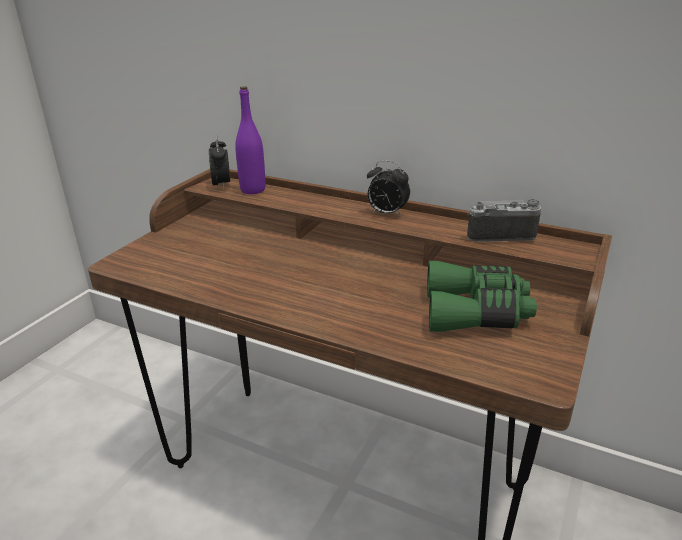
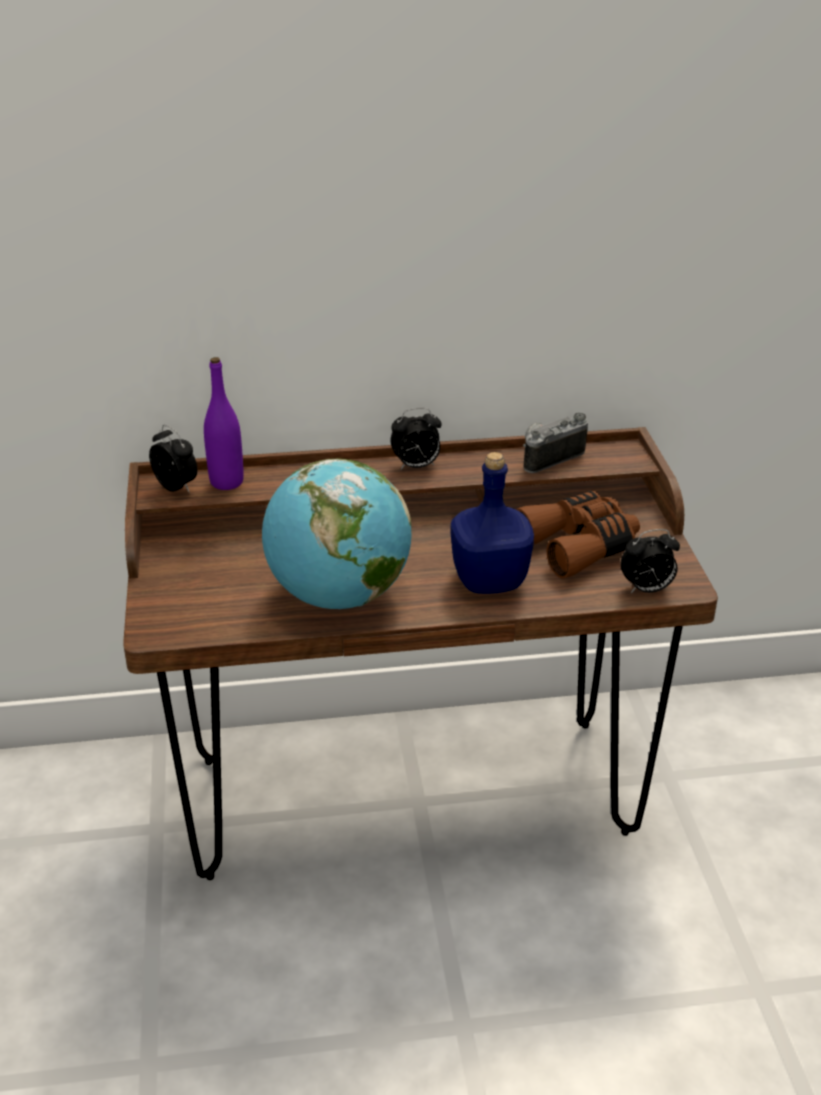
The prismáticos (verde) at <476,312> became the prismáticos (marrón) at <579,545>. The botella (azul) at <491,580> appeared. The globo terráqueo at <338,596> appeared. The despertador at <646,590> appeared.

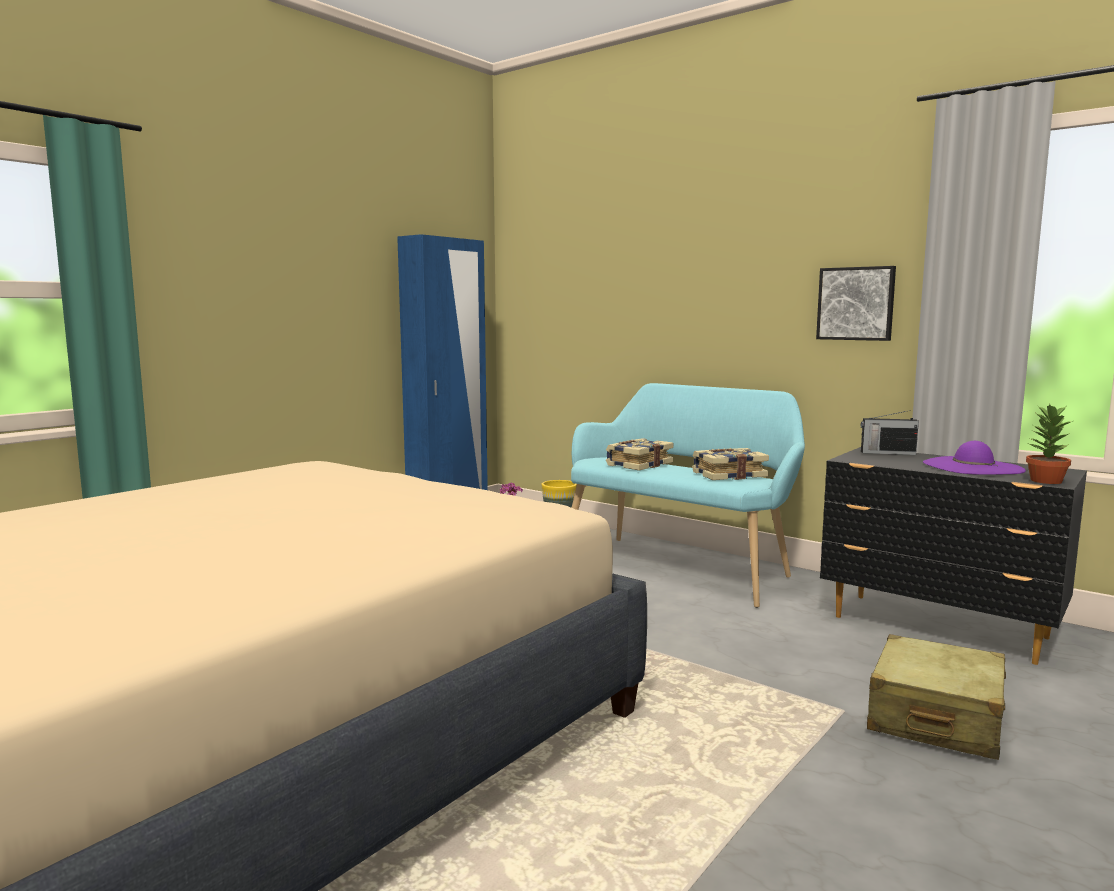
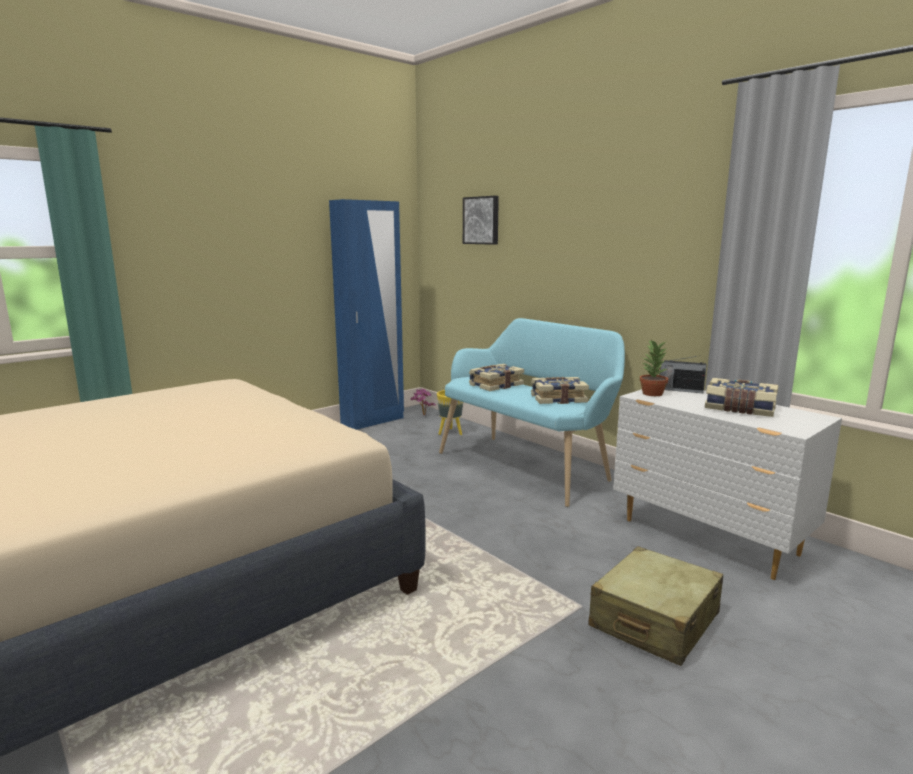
The cuadro moved from <856,303> to <482,220>. The planta en maceta moved from <1045,481> to <651,393>. The sombrero (morado) at <972,467> was replaced by the libro at <739,409>. The cómoda (negro) at <940,628> became the cómoda (blanco) at <709,538>.

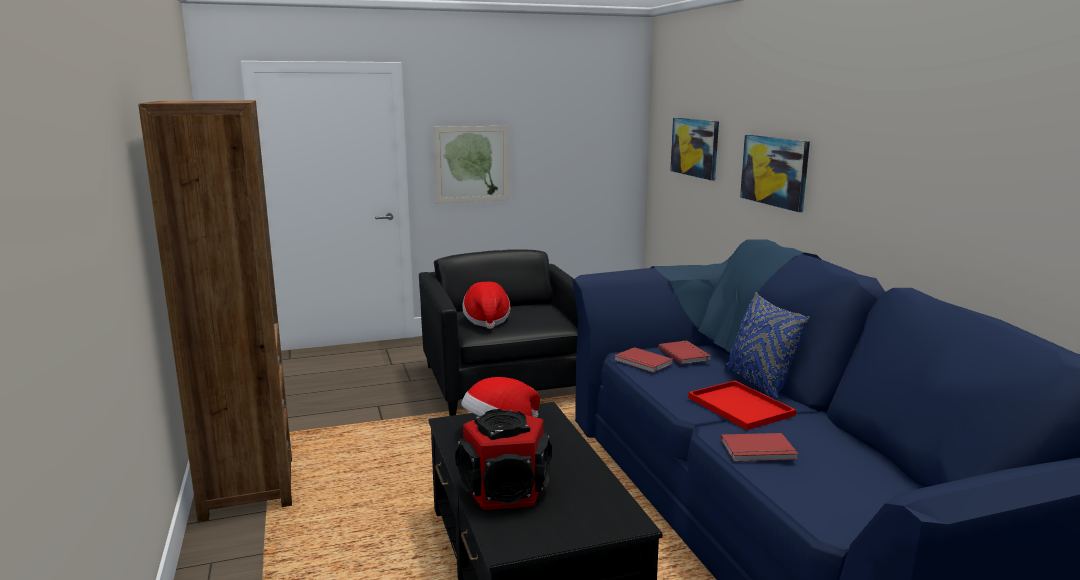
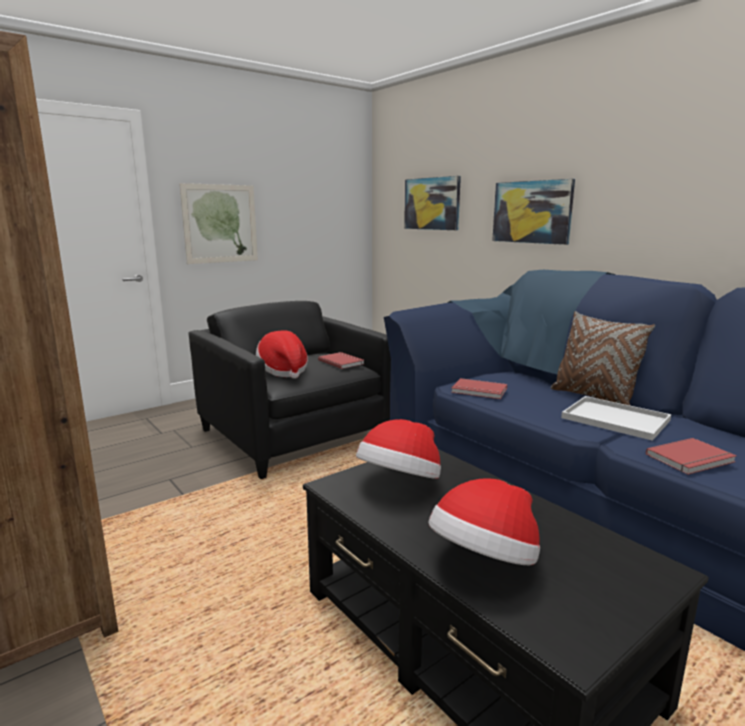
The cojín (azul) at <758,383> became the cojín (marrón) at <593,397>. The libro (rojo) moved from <685,354> to <342,362>. The bandeja (rojo) at <742,407> became the bandeja (blanco) at <617,419>. The altavoz at <506,490> was replaced by the sombrero at <485,561>.

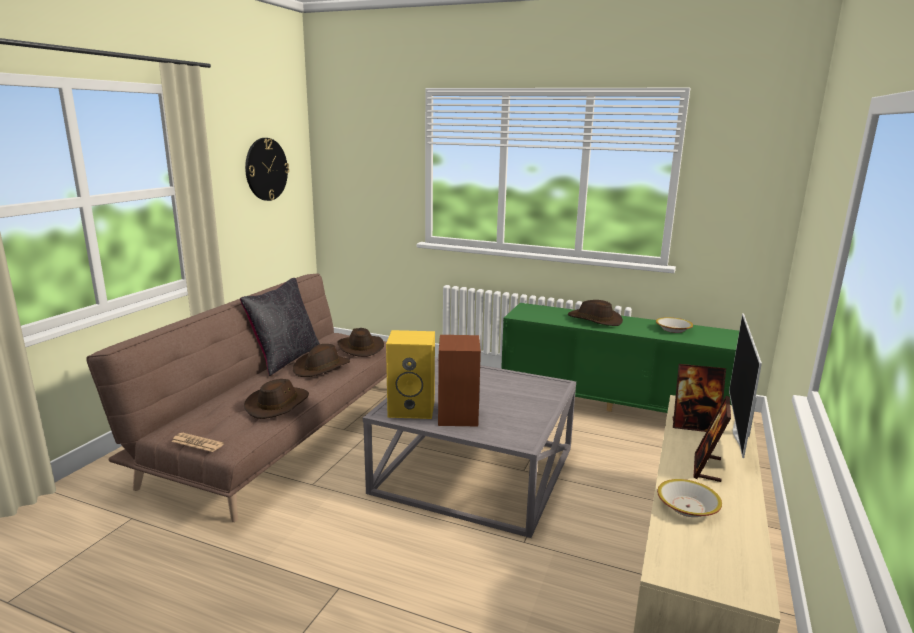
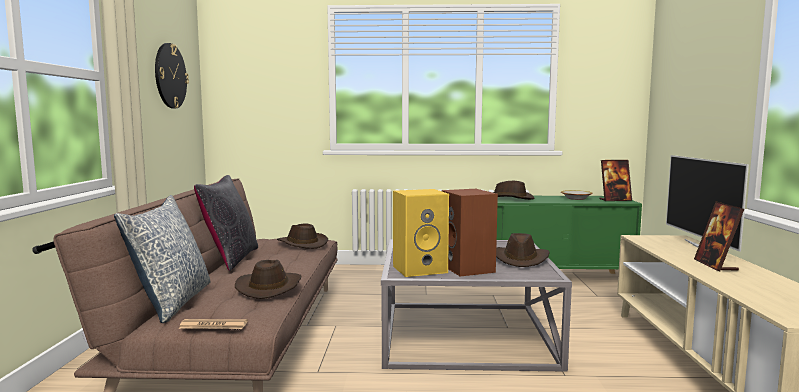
The sombrero (marrón) moved from <321,367> to <520,259>. The portarretratos moved from <694,426> to <615,200>. The cuenco at <687,507> disappeared. The cojín at <172,302> appeared.

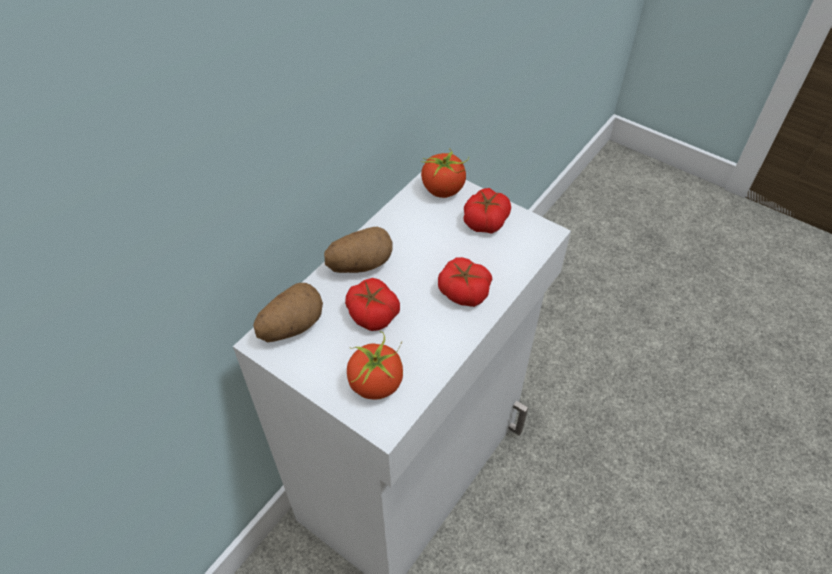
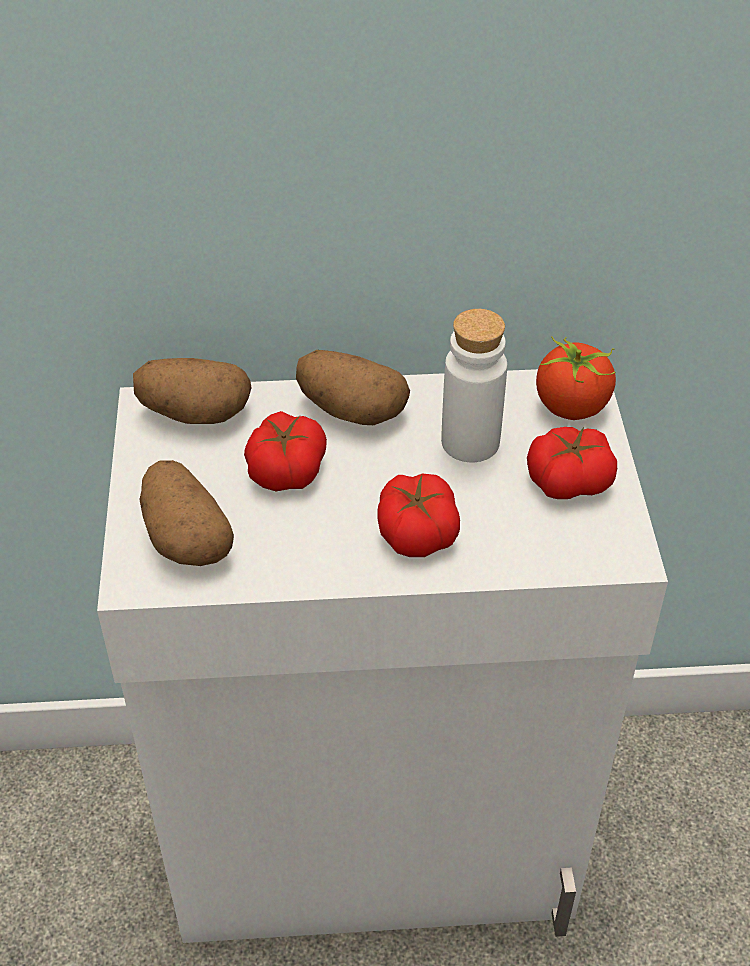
The tomate at <376,384> was replaced by the patata at <185,537>. The botella (blanco) at <470,442> appeared.

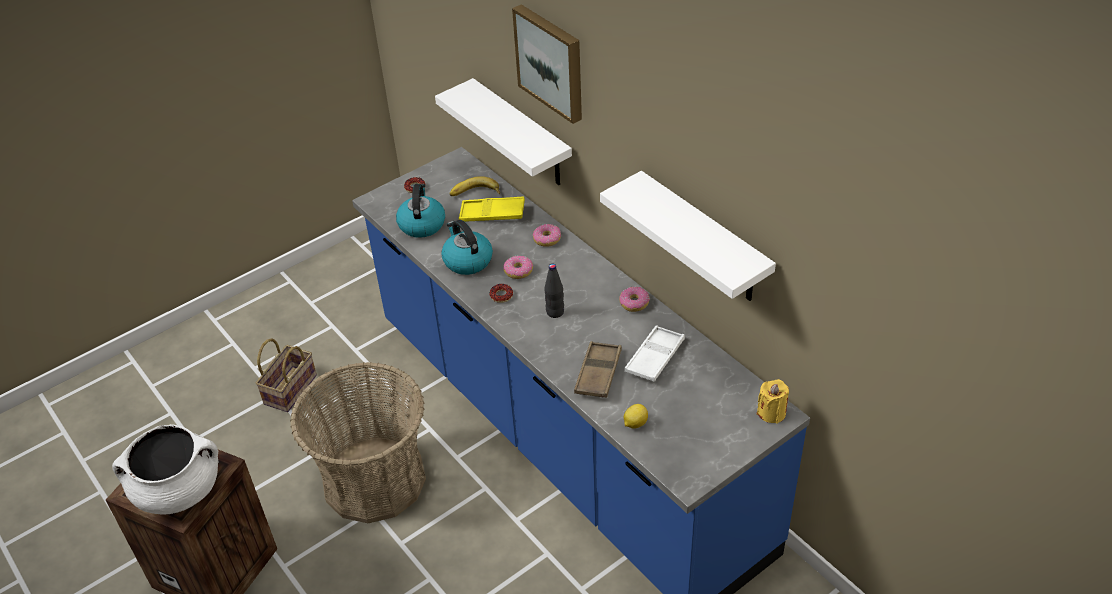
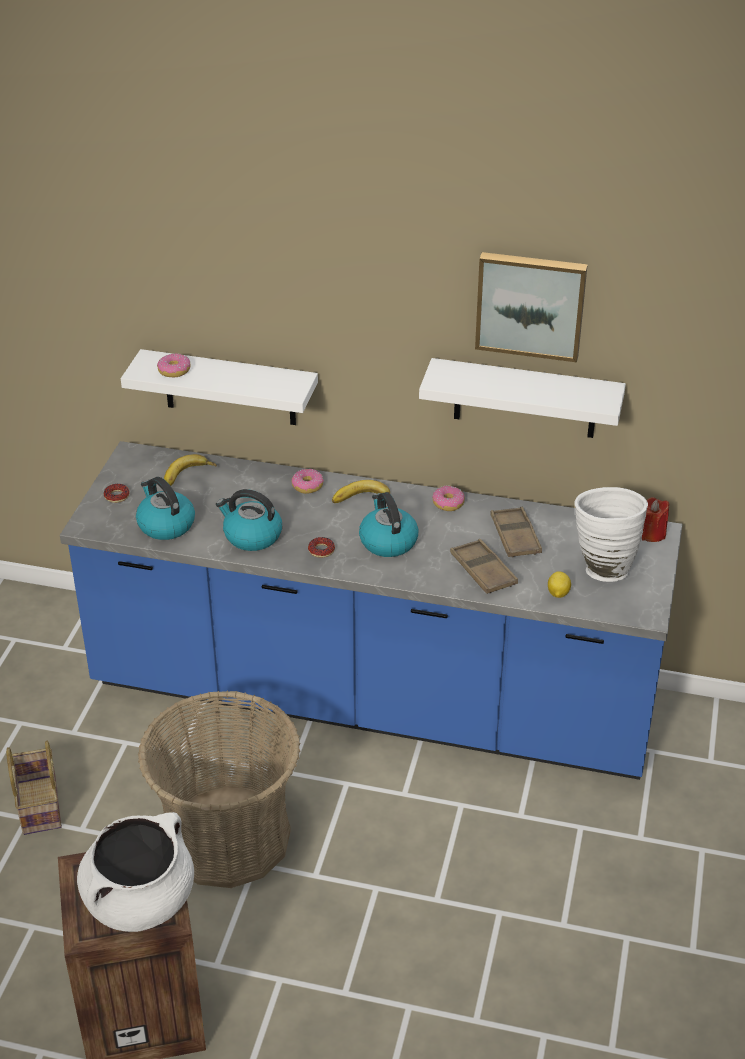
The cuadro moved from <551,62> to <530,304>. The bandeja (amarillo) at <492,214> disappeared. The rosquilla moved from <518,271> to <174,370>. The botella (negro) at <555,312> was replaced by the hervidor at <387,541>. The bandeja (blanco) at <655,357> became the bandeja (marrón) at <515,537>. The vela (amarillo) at <771,412> became the vela (rojo) at <651,533>. The plátano at <362,500> appeared. The florero (blanco) at <602,566> appeared.

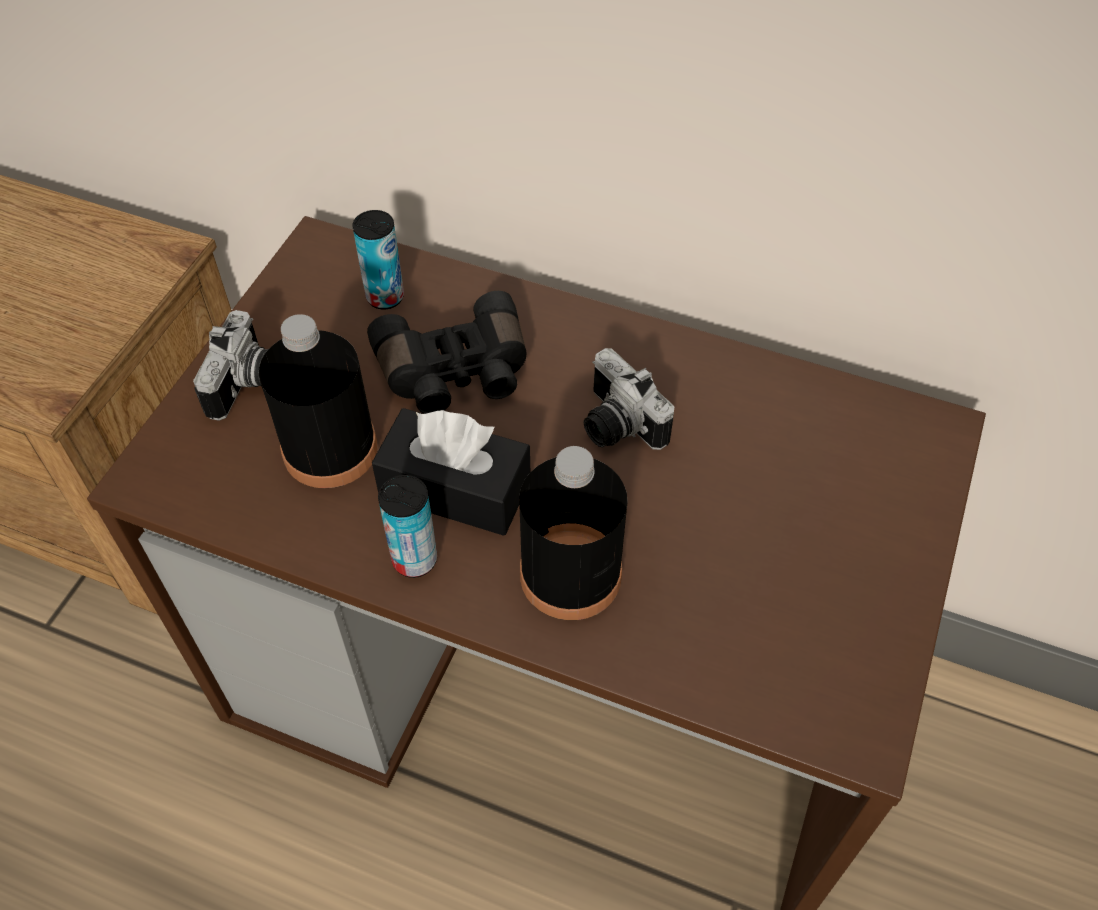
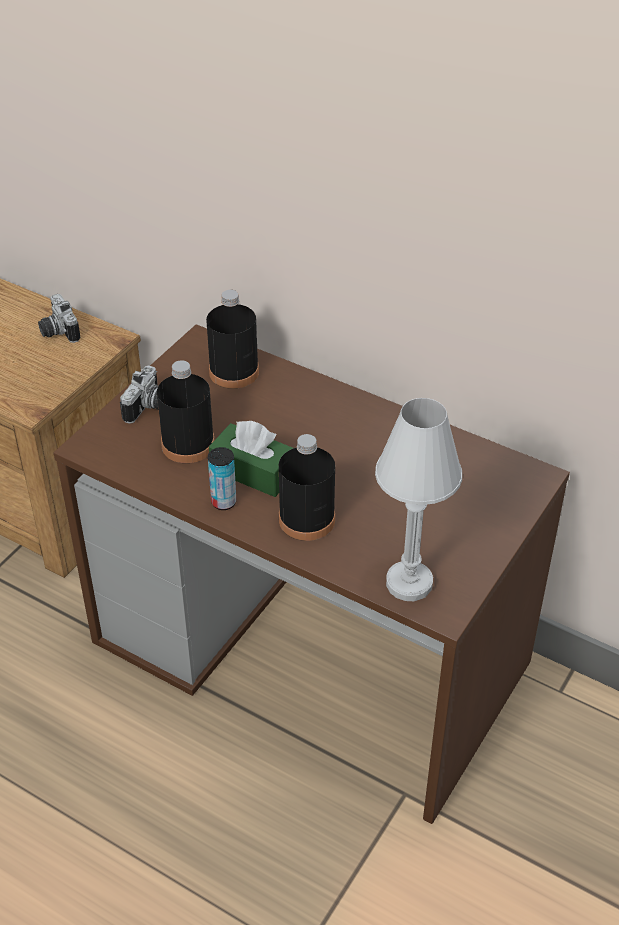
The lata at <385,297> was replaced by the botella (negro) at <234,372>. The prismáticos (negro) at <455,373> disappeared. The cámara moved from <615,425> to <57,331>. The caja de pañuelos (negro) at <455,488> became the caja de pañuelos (verde) at <253,471>. The lámpara de mesa (blanco) at <409,583> appeared.

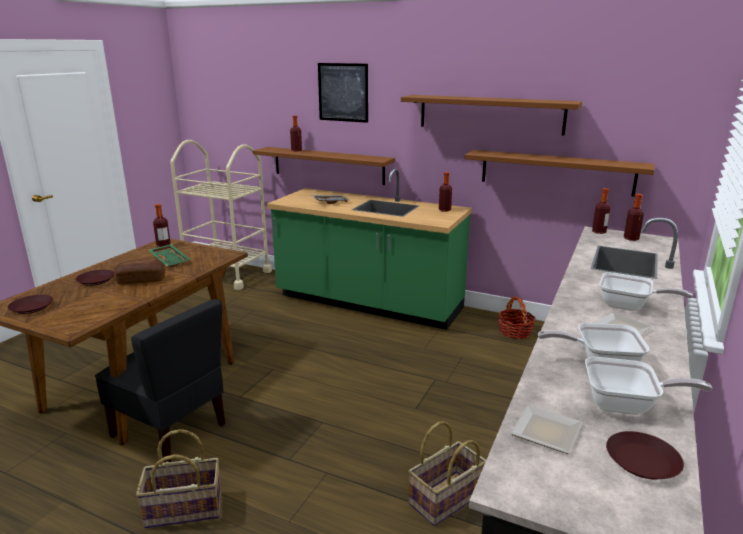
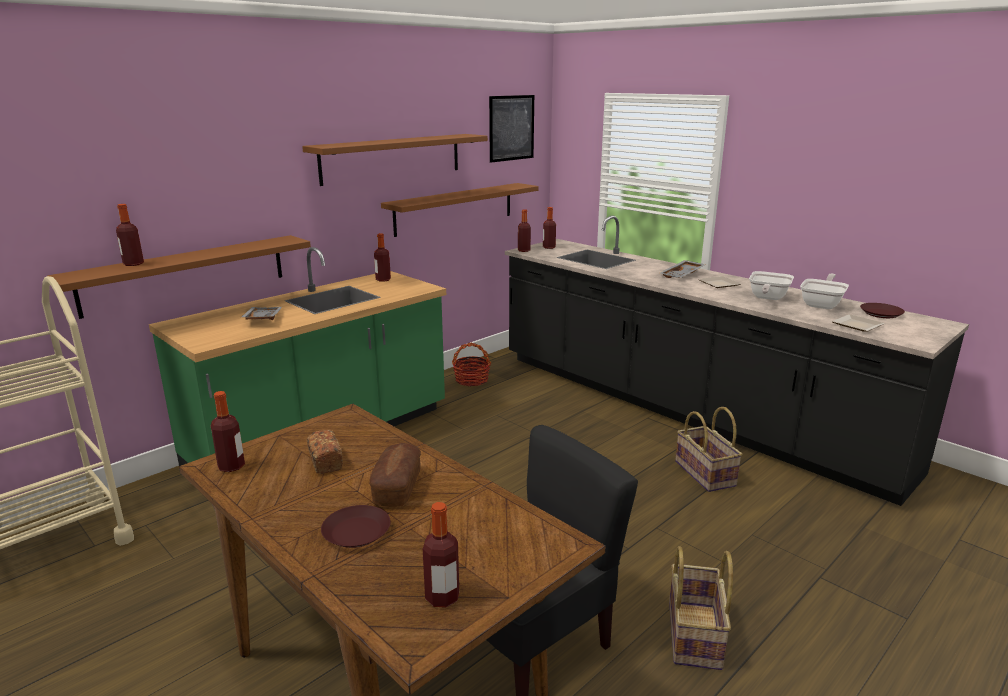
The cuadro moved from <343,92> to <511,128>. The bandeja (verde) at <171,260> was replaced by the pan at <325,461>. The sartén at <629,306> was replaced by the bandeja (gris) at <682,275>. The plato (marrón) at <32,307> was replaced by the botella at <442,597>.

